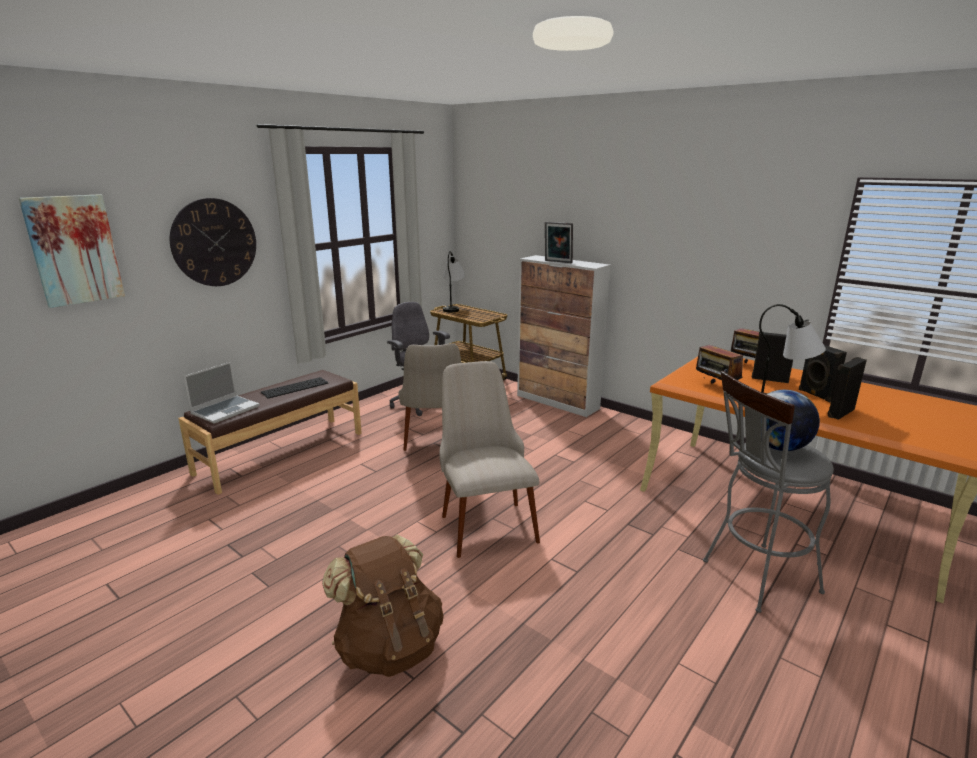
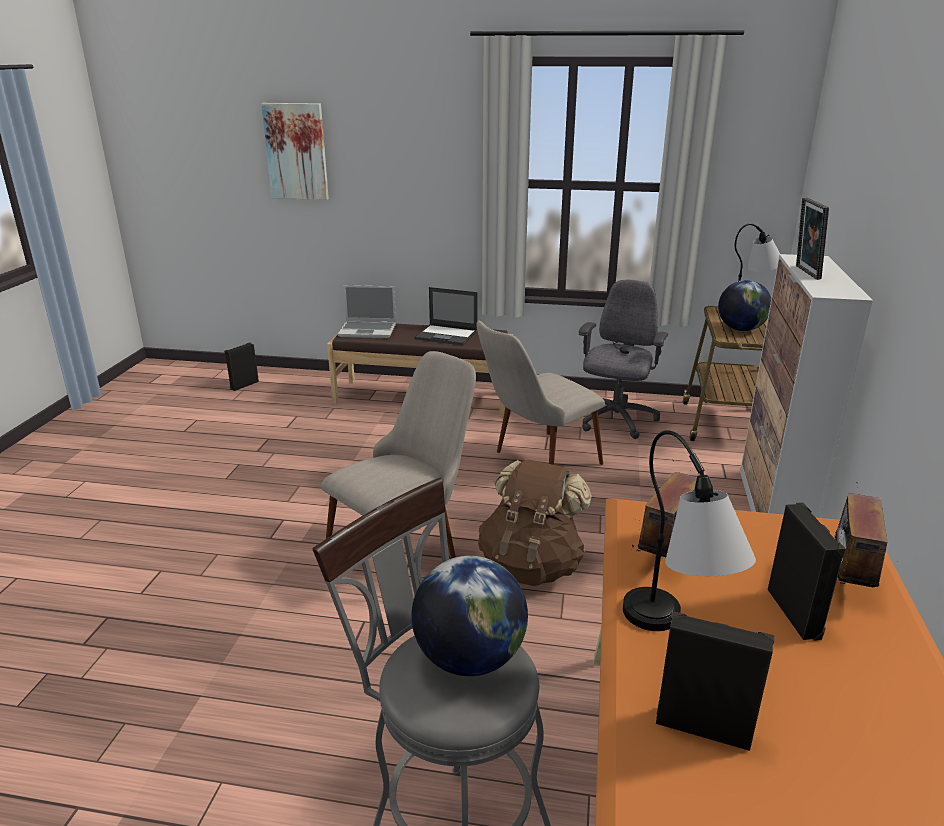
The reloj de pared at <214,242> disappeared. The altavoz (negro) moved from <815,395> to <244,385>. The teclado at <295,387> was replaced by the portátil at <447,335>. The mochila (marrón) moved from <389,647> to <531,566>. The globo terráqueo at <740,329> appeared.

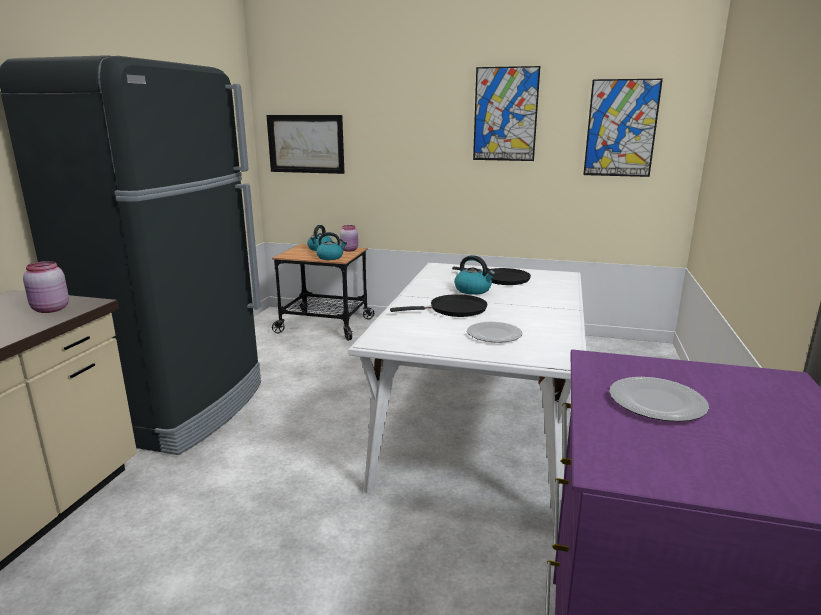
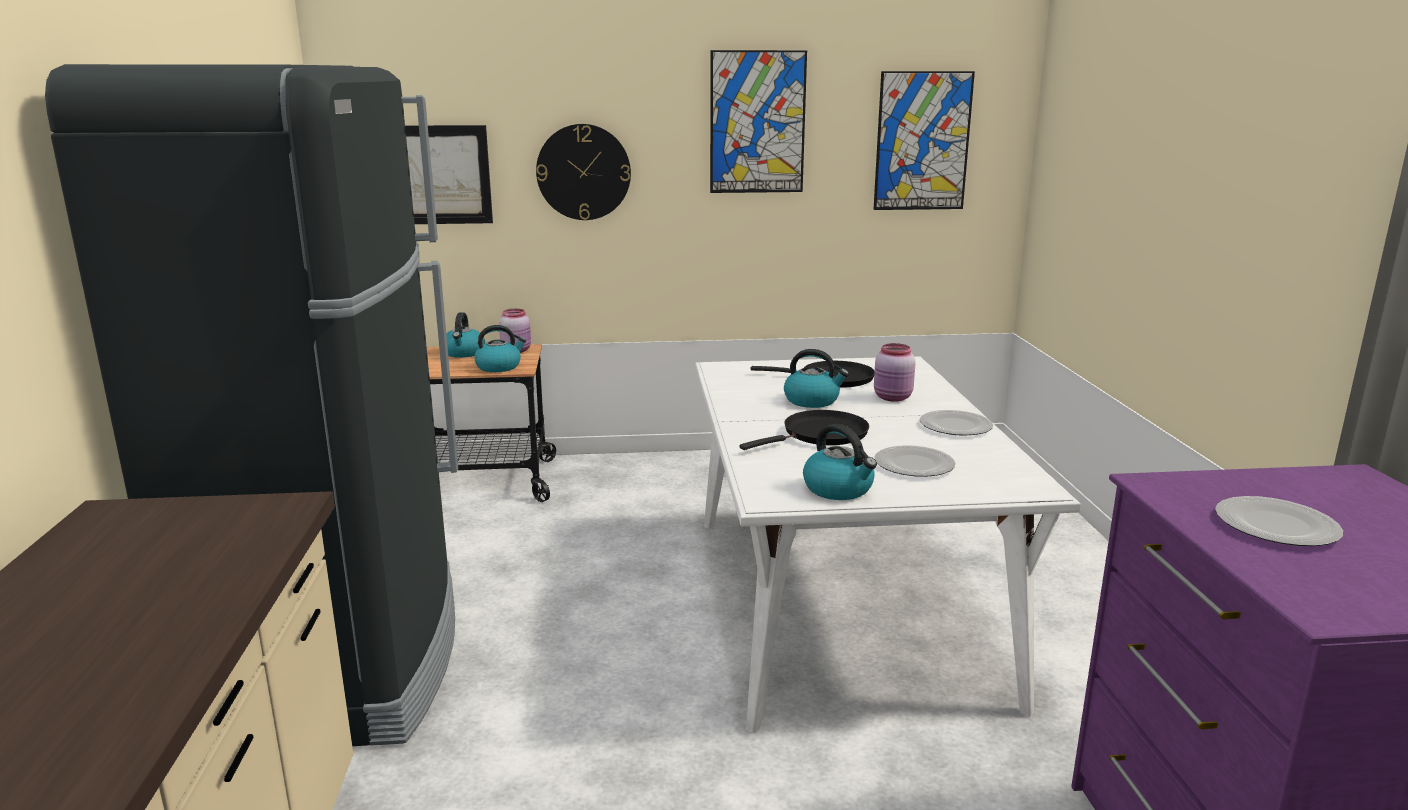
The tarro (rosa) moved from <50,309> to <893,398>. The reloj de pared at <583,172> appeared. The plato at <954,426> appeared. The hervidor at <839,489> appeared.

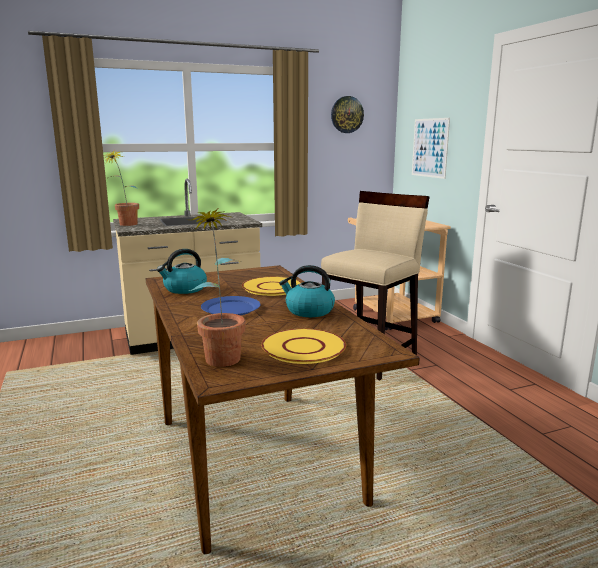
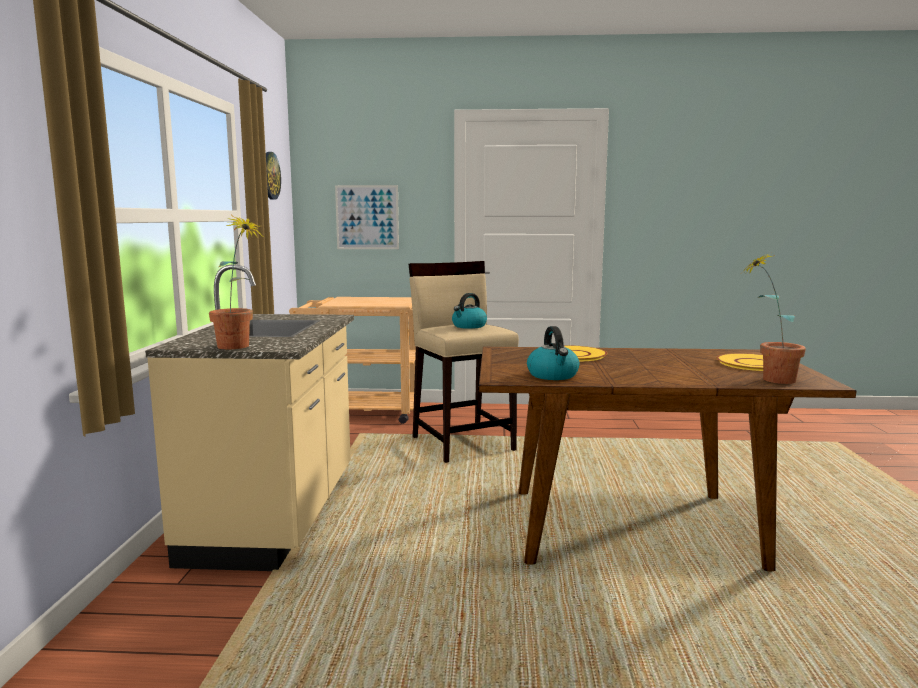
The hervidor moved from <308,311> to <469,326>. The plato (azul) at <231,309> disappeared.

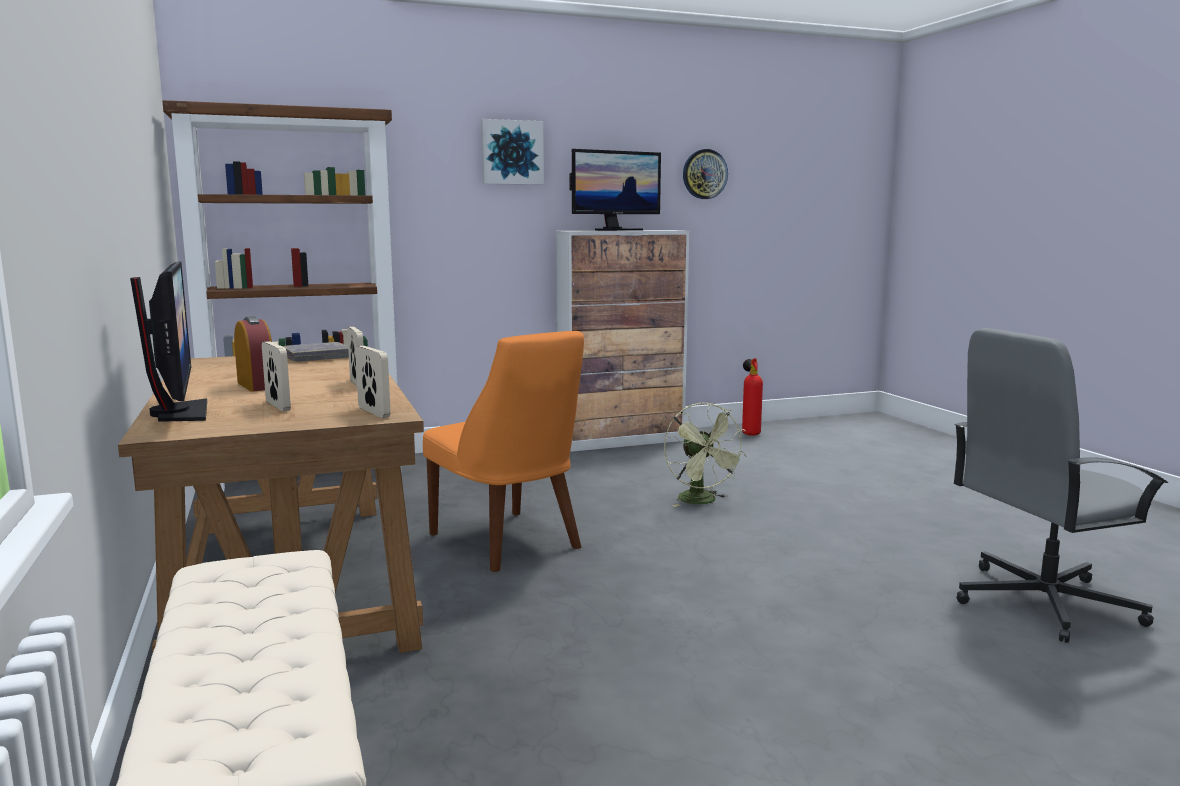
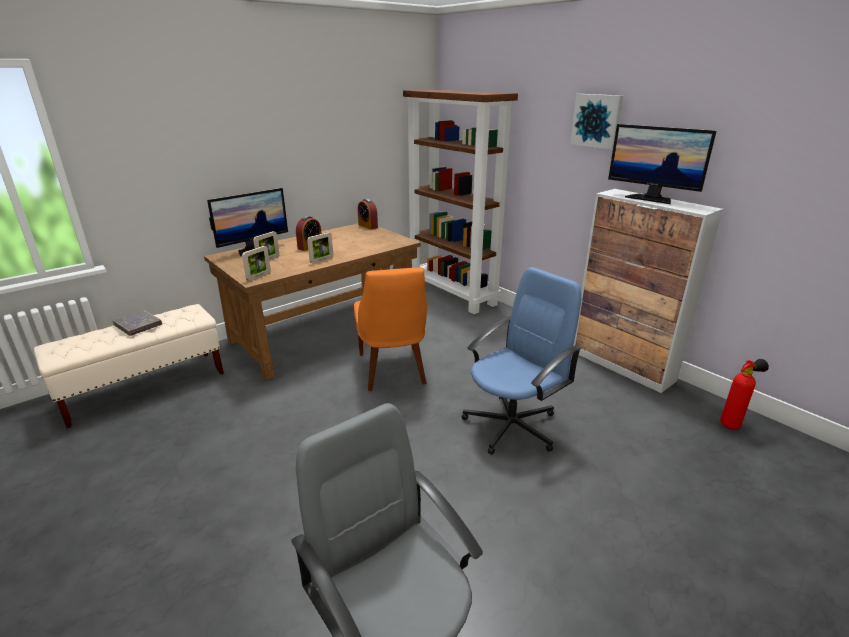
The reloj de pared at <704,174> disappeared. The silla (naranja) at <508,543> turned 45 degrees counterclockwise. The libro (gris) moved from <317,357> to <138,325>. The ventilador (verde) at <702,502> was replaced by the silla de oficina (azul) at <512,425>. The despertador at <368,226> appeared.

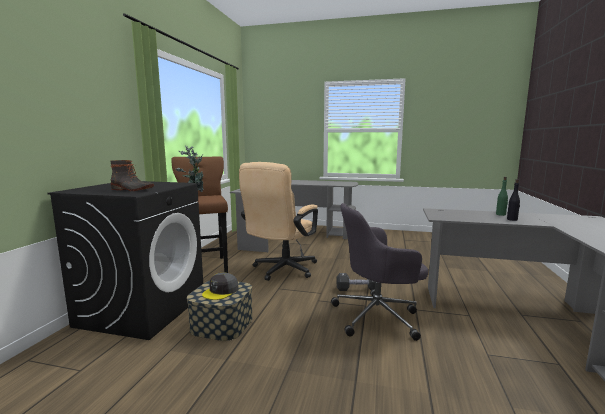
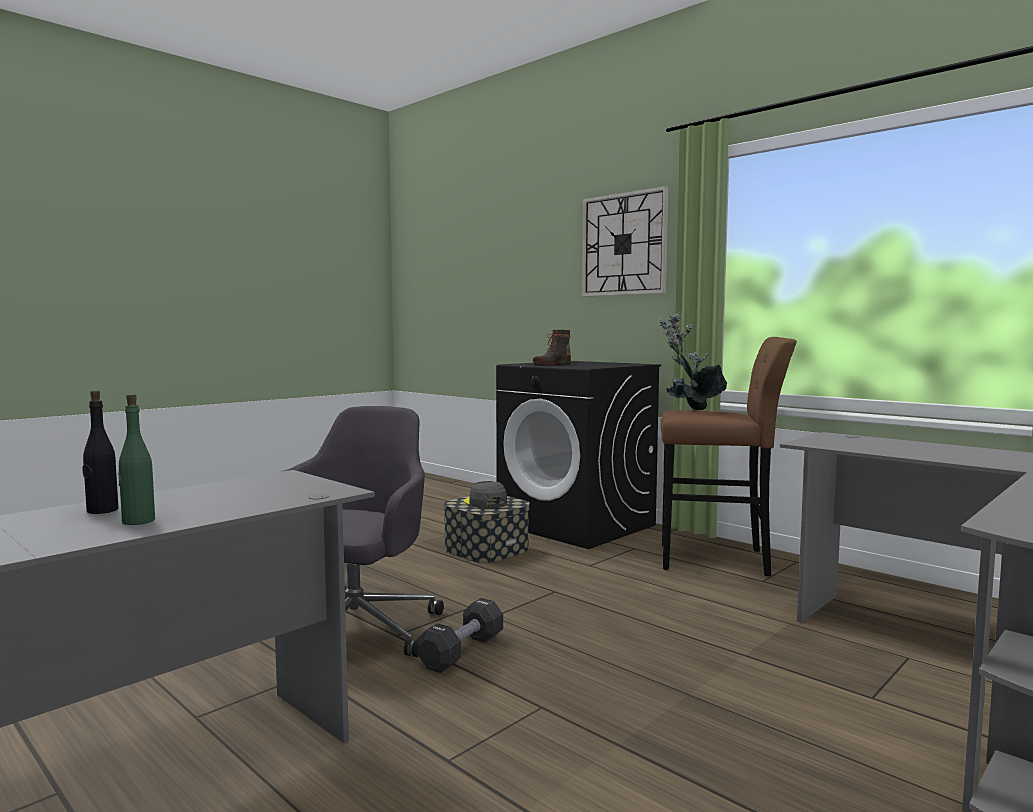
The silla de oficina (beis) at <281,270> disappeared. The reloj de pared at <624,244> appeared.

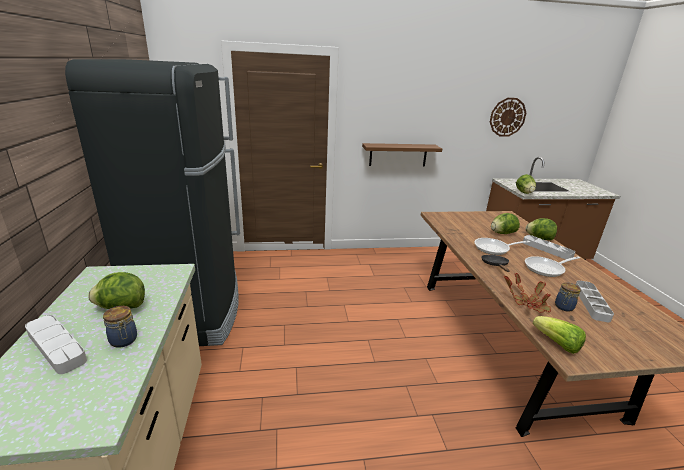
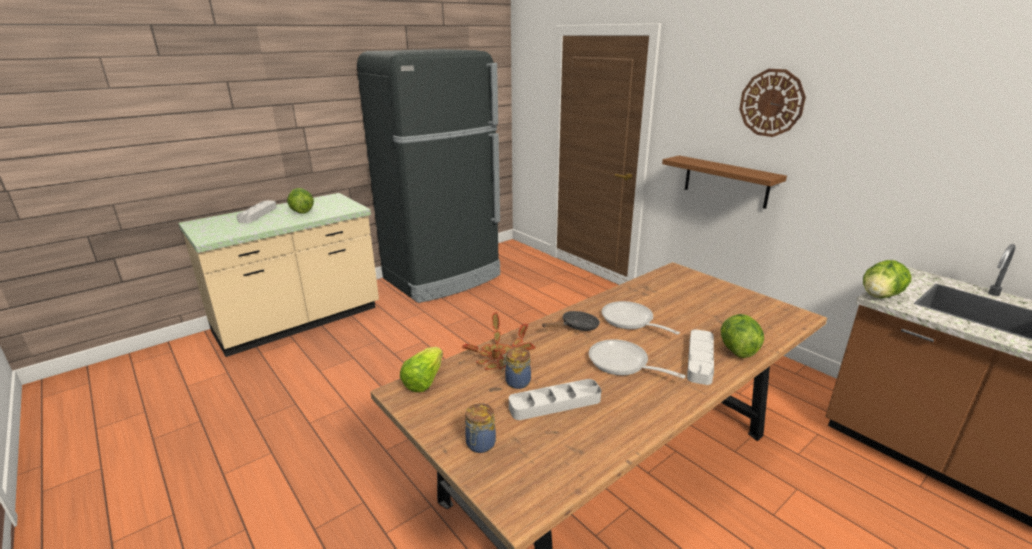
The reloj de pared moved from <507,117> to <771,103>. The lechuga at <502,233> disappeared. The tarro moved from <124,341> to <480,445>.

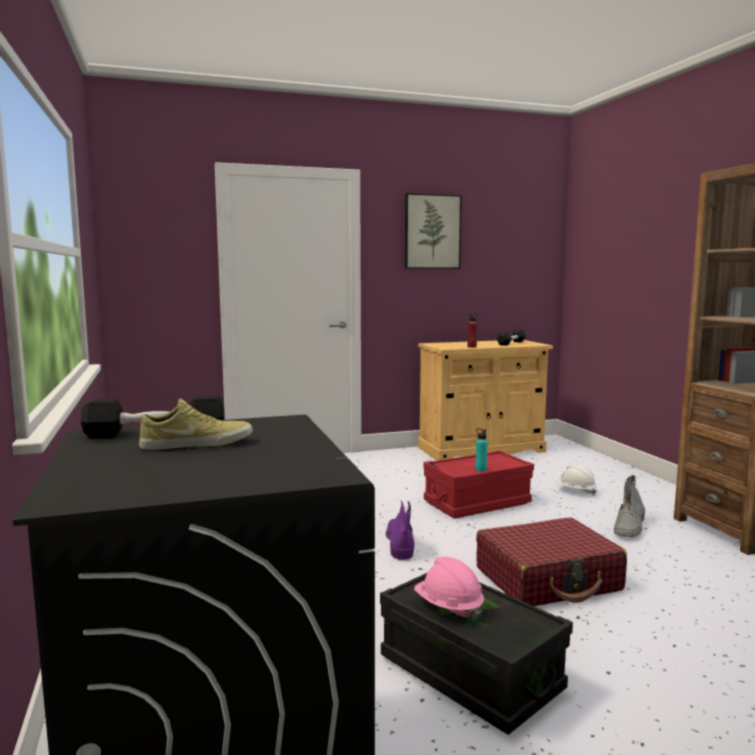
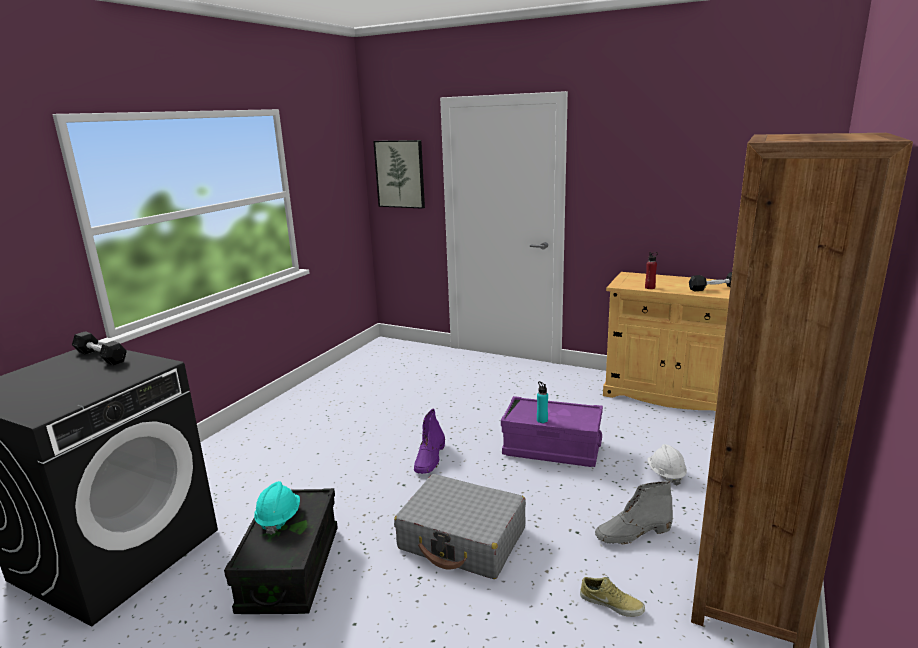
The cuadro moved from <432,232> to <400,174>. The zapato (beis) moved from <197,443> to <611,603>. The caja de almacenaje (rojo) at <477,502> became the caja de almacenaje (morado) at <552,448>. The bota (morado) at <400,543> turned 150 degrees clockwise. The maleta (rojo) at <548,579> became the maleta (gris) at <462,539>. The casco (rosa) at <448,607> became the casco (turquesa) at <278,518>.

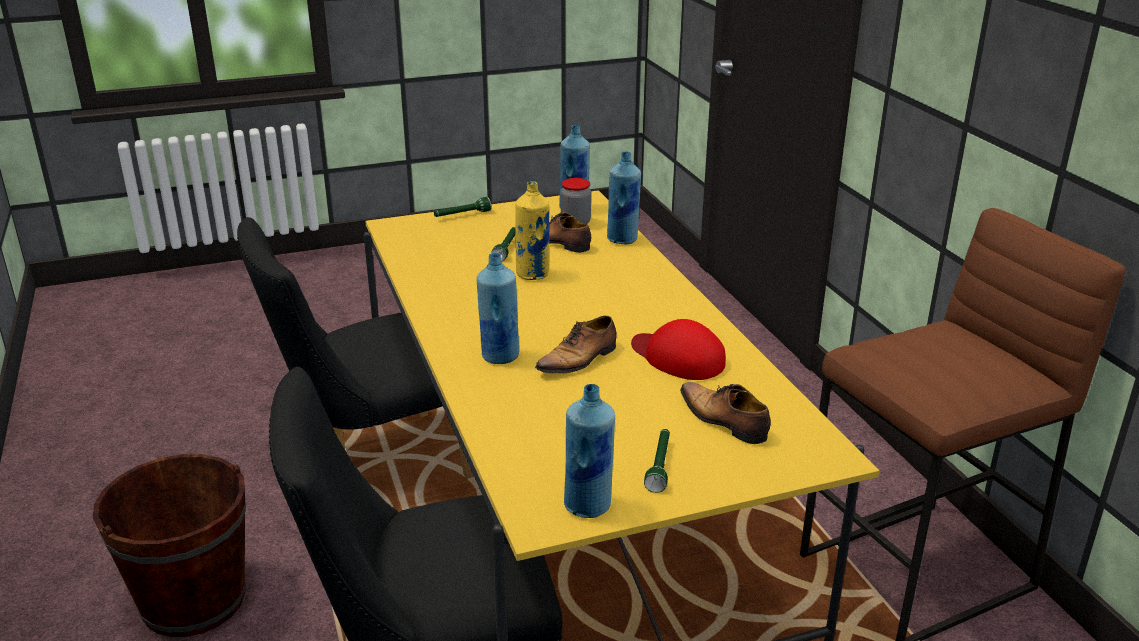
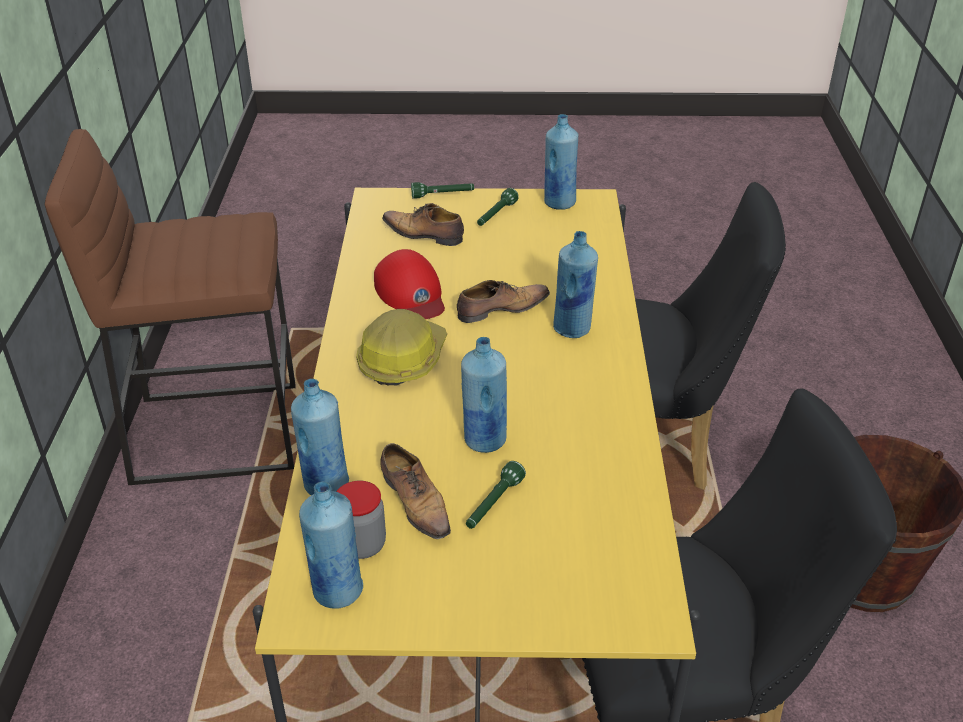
The botella (amarillo) at <533,274> became the botella (azul) at <484,440>. The linterna (verde) moved from <462,215> to <443,195>. The zapato at <723,421> turned 135 degrees clockwise. The casco at <402,359> appeared.

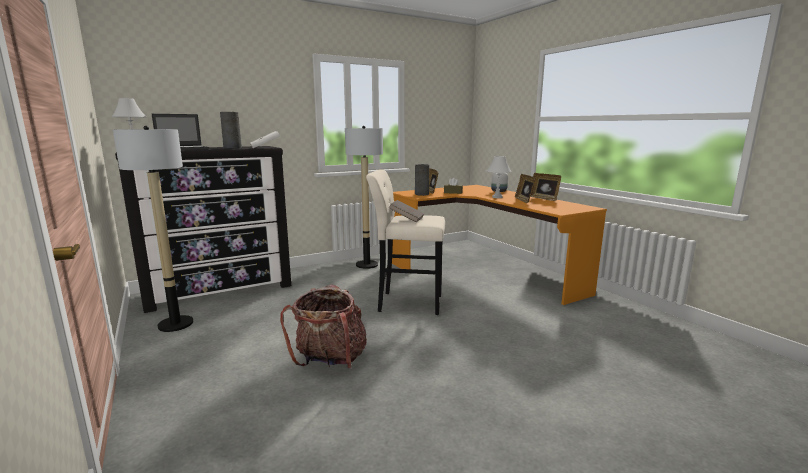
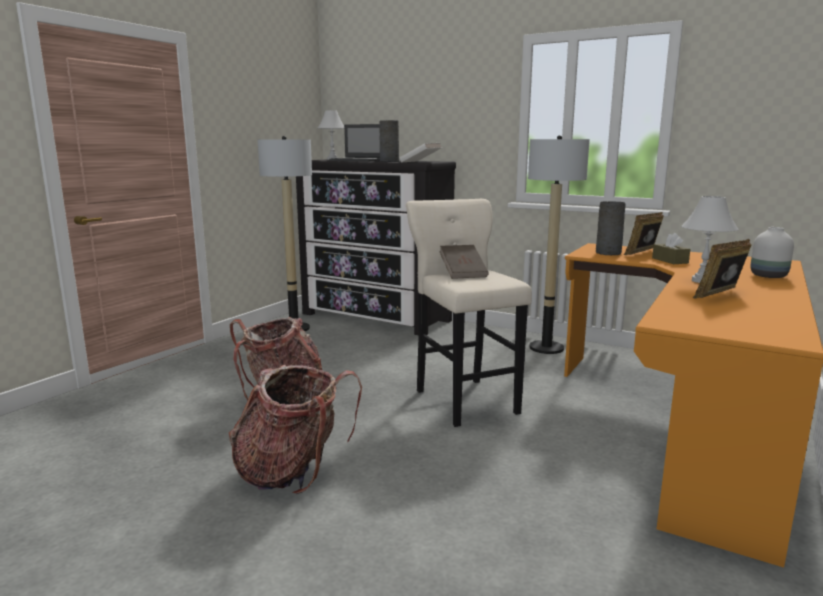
The portarretratos at <544,198> disappeared. The mochila at <294,472> appeared.

